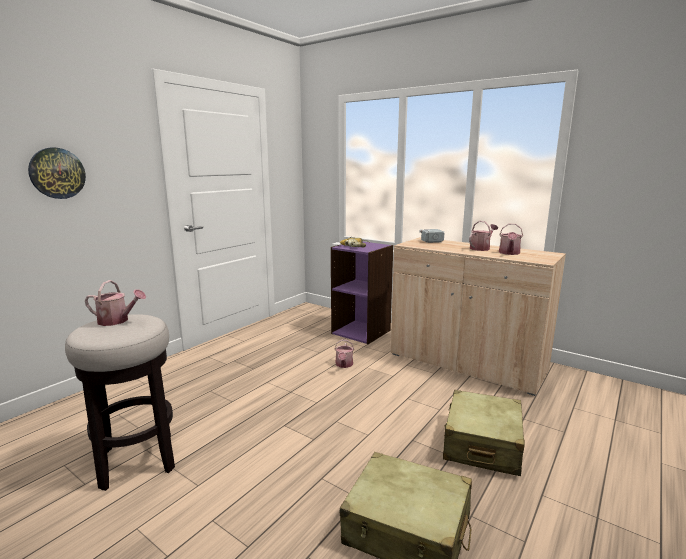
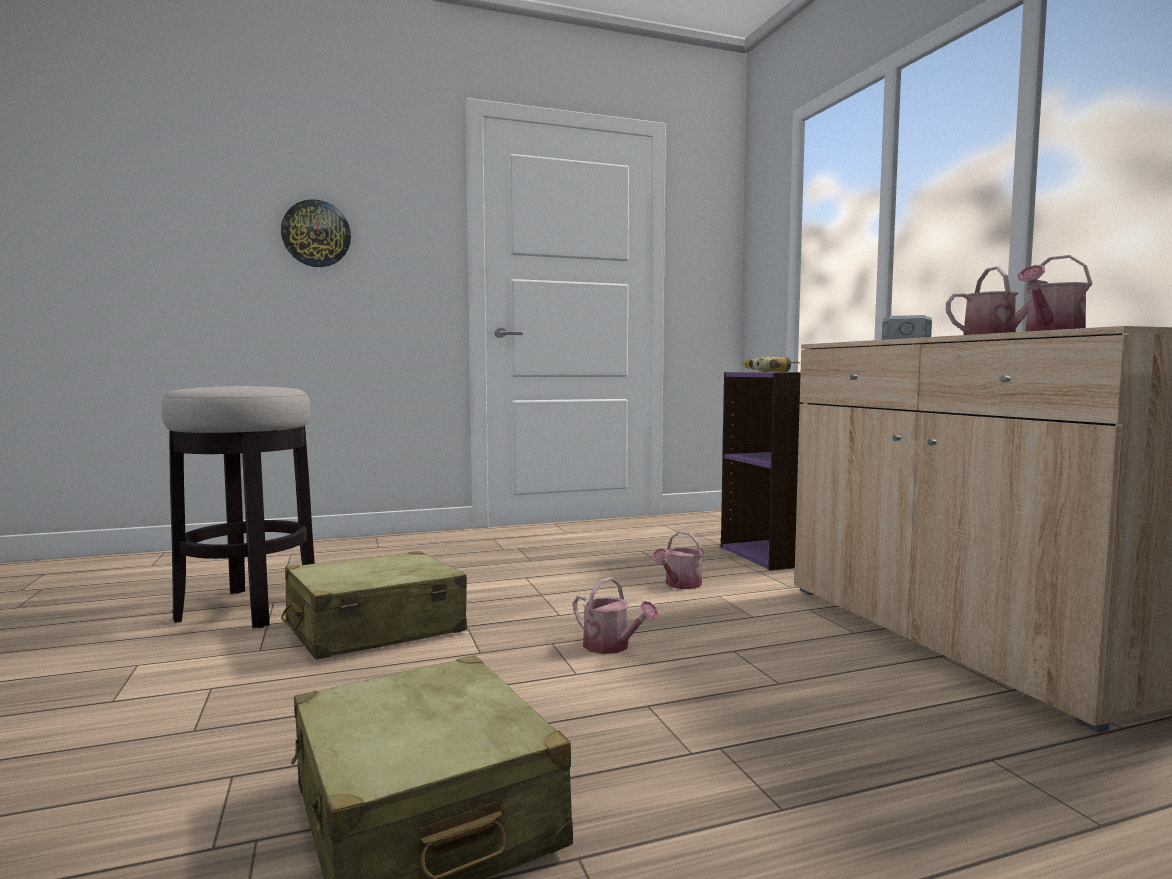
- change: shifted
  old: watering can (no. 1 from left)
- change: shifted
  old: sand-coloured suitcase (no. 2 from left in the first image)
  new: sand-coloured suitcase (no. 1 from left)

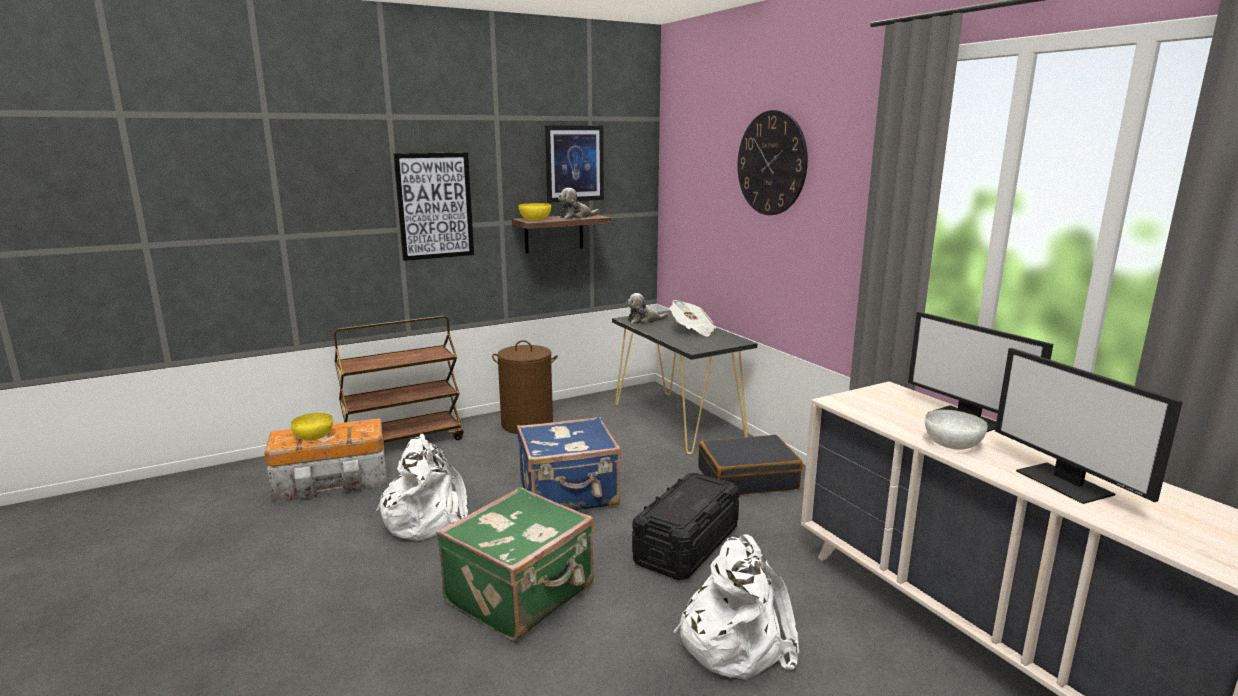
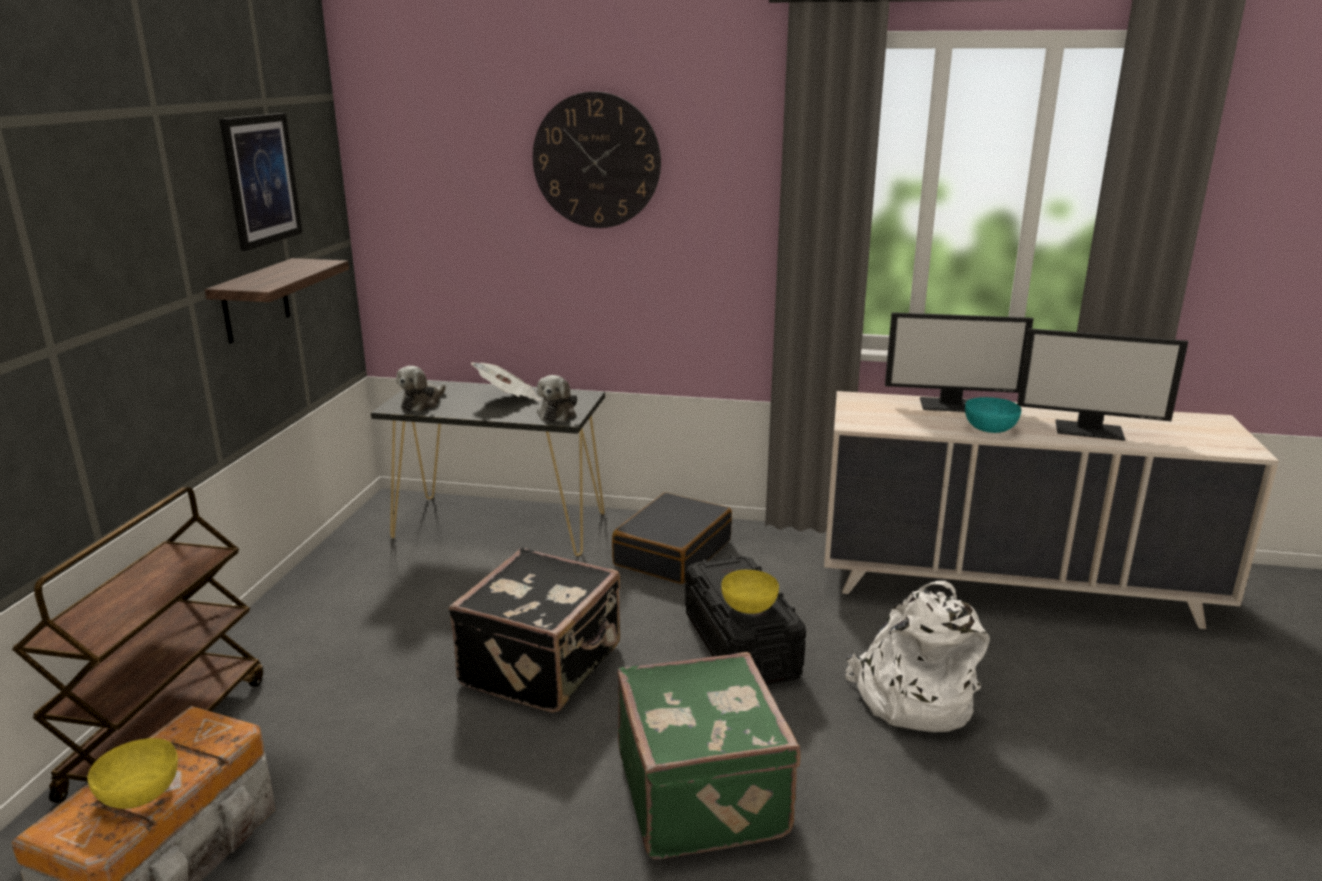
- change: gone
  old: picture (no. 1 from left)
- change: shifted
  old: soft toy (no. 1 from left in the first image)
  new: soft toy (no. 2 from left)
- change: shifted
  old: yellowish serving bowl (no. 2 from left)
- change: gone
  old: brownish laundry basket
- change: repainted
  old: white-coloured serving bowl
  new: blue-green serving bowl
- change: repainted
  old: bluish suitcase
  new: black-coloured suitcase (no. 1 from left)
- change: gone
  old: white-coloured knapsack (no. 1 from left)

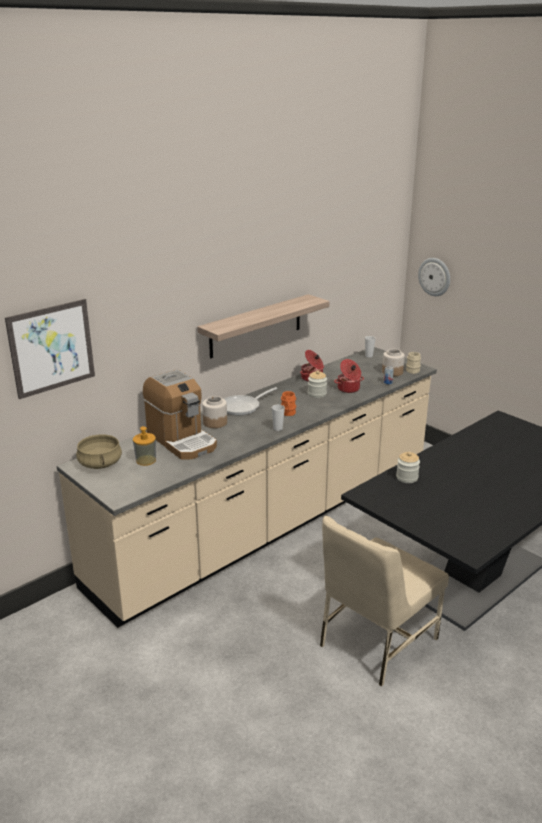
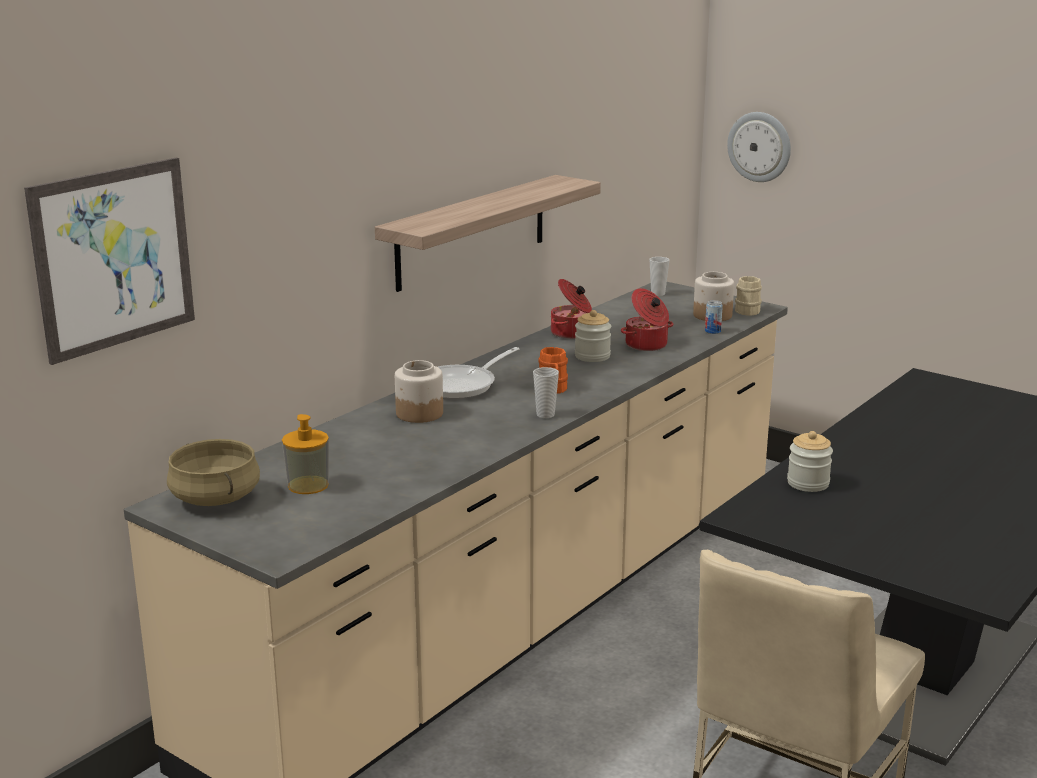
- change: gone
  old: coffee maker

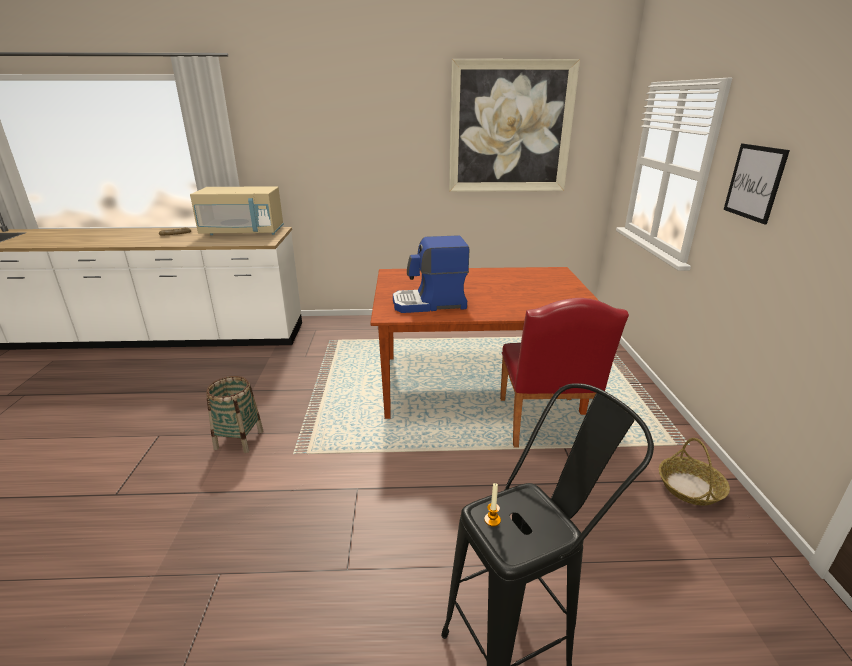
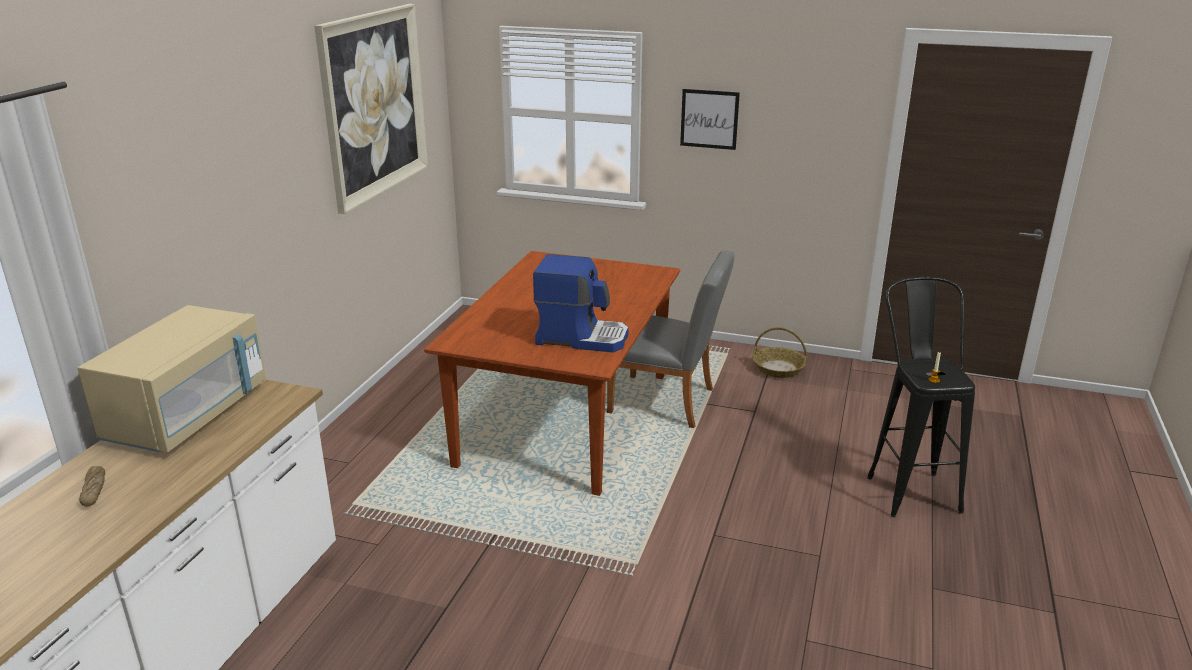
- change: rotated
  old: coffee maker
  degrees: -90
- change: repainted
  old: reddish upright chair
  new: grey upright chair
- change: gone
  old: household basket (no. 1 from left)

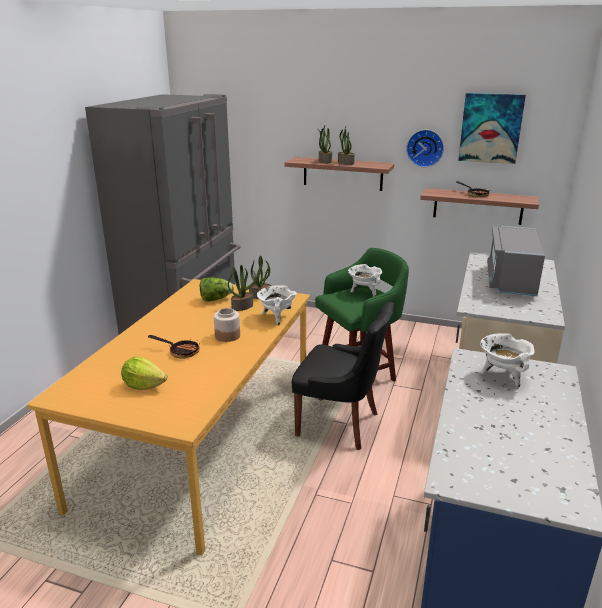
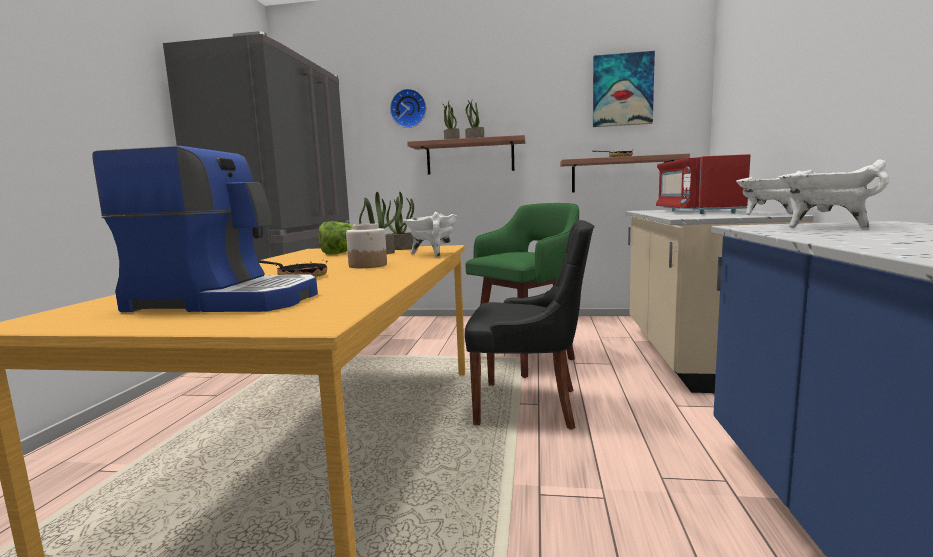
- change: shifted
  old: clock on the wall
- change: repainted
  old: grey microwave oven
  new: reddish microwave oven
- change: shifted
  old: white-coloured cooking pot (no. 2 from left)
- change: swapped
  old: lettuce (no. 1 from left)
  new: coffee maker

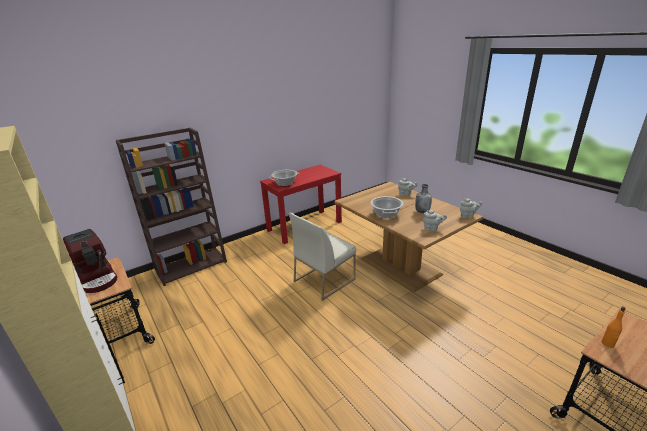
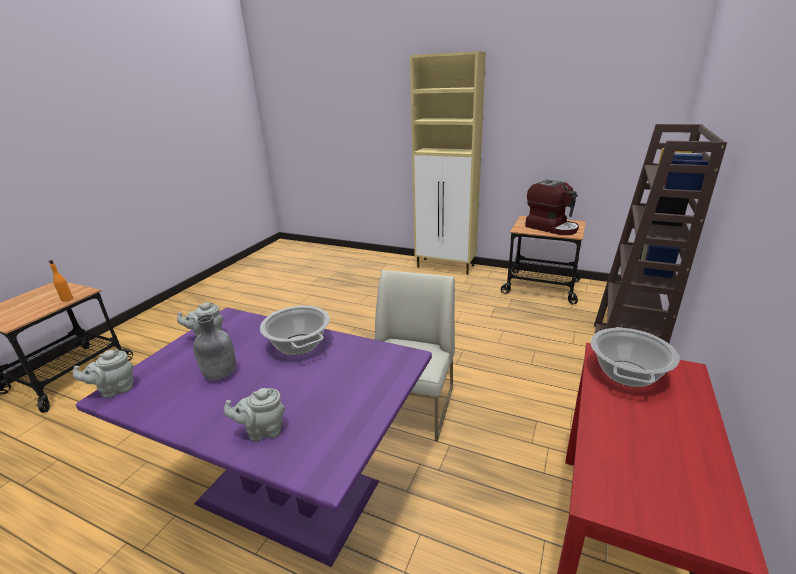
- change: repainted
  old: brownish dinner table
  new: purple dinner table
- change: rotated
  old: coffee maker
  degrees: -150

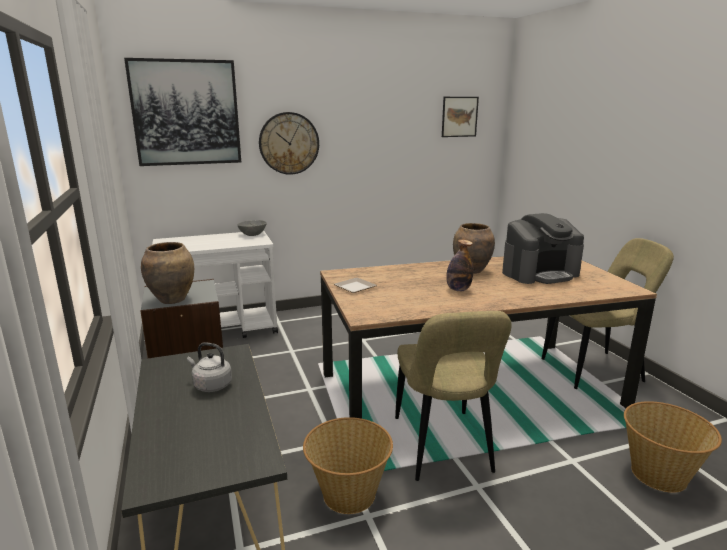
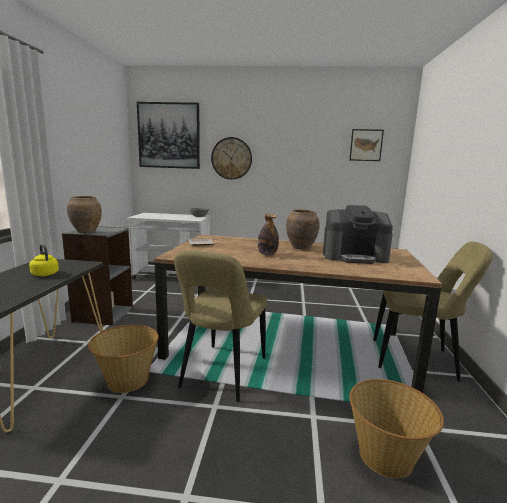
- change: repainted
  old: grey water kettle
  new: yellowish water kettle

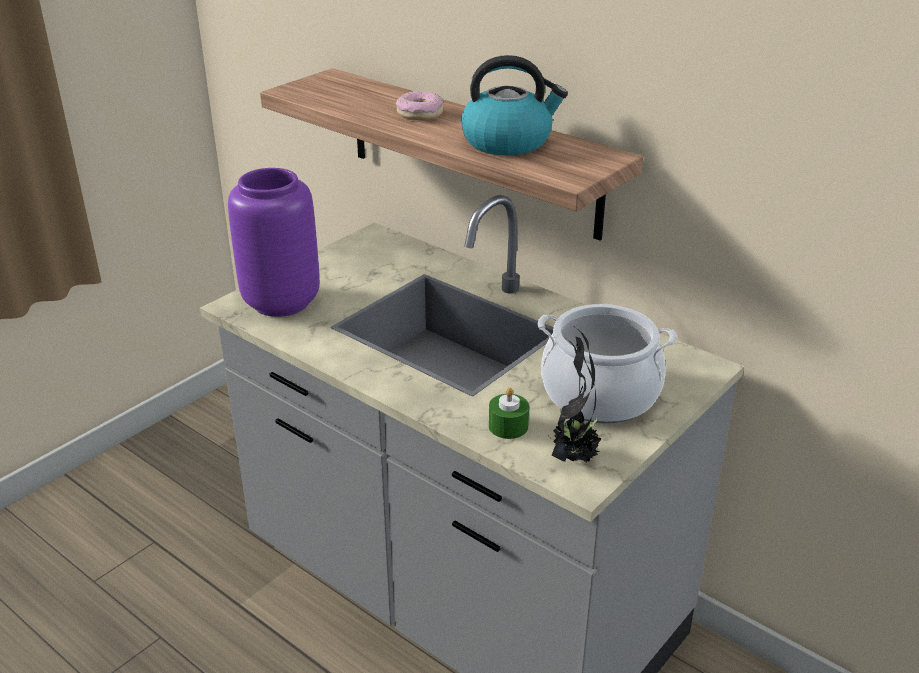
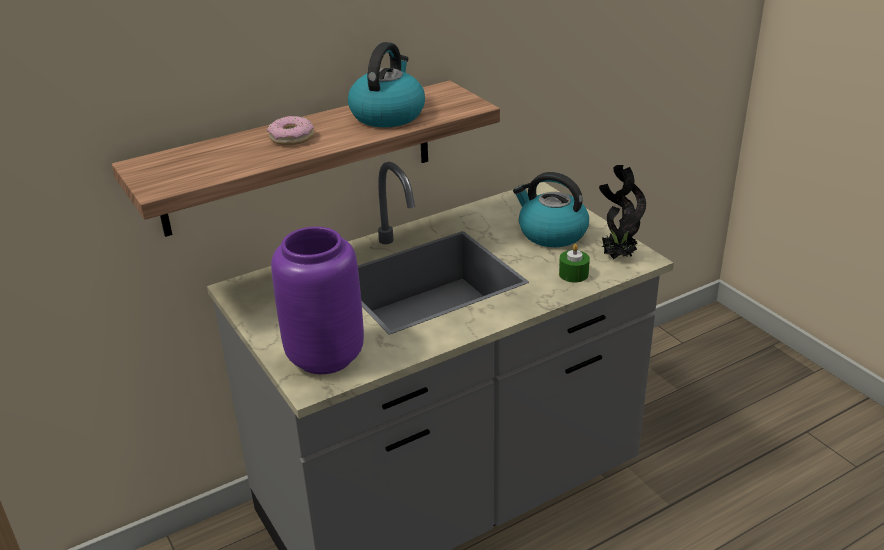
- change: swapped
  old: cooking pot
  new: water kettle (no. 2 from left)

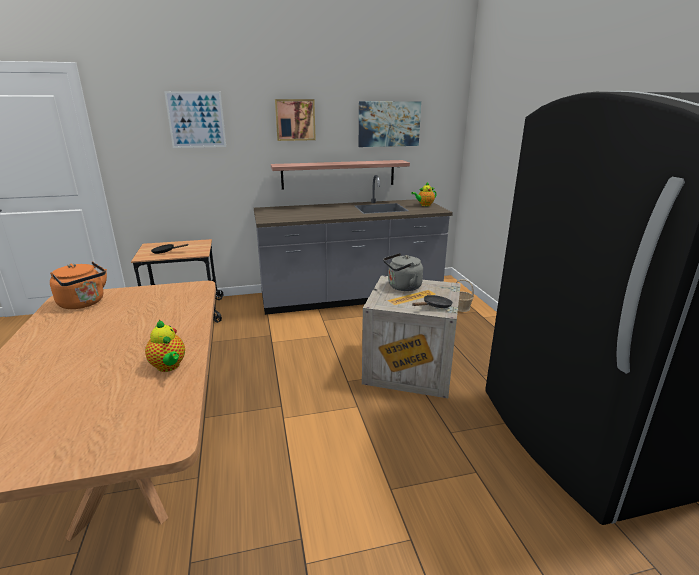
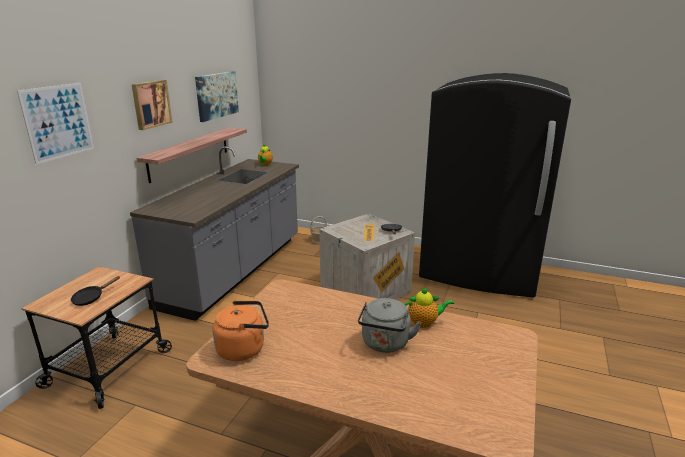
- change: shifted
  old: grey water kettle

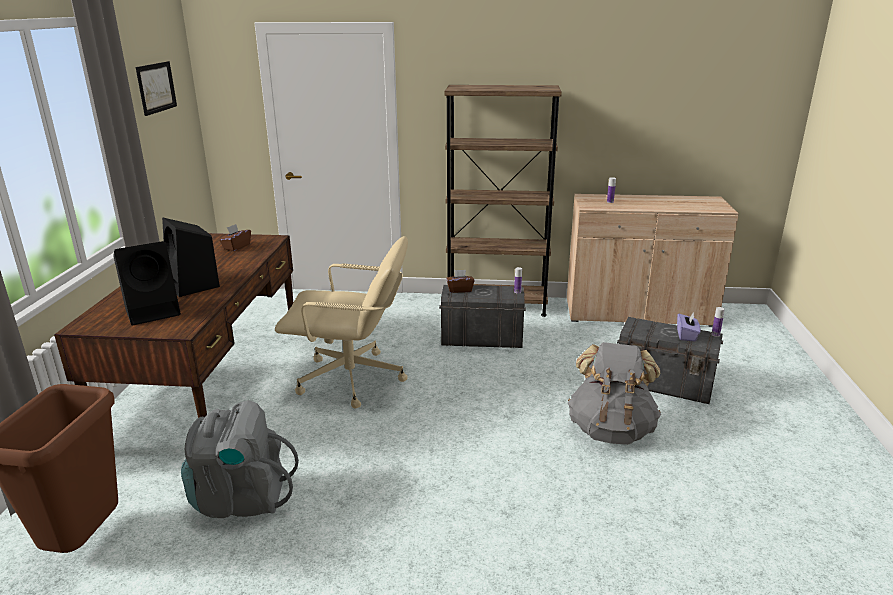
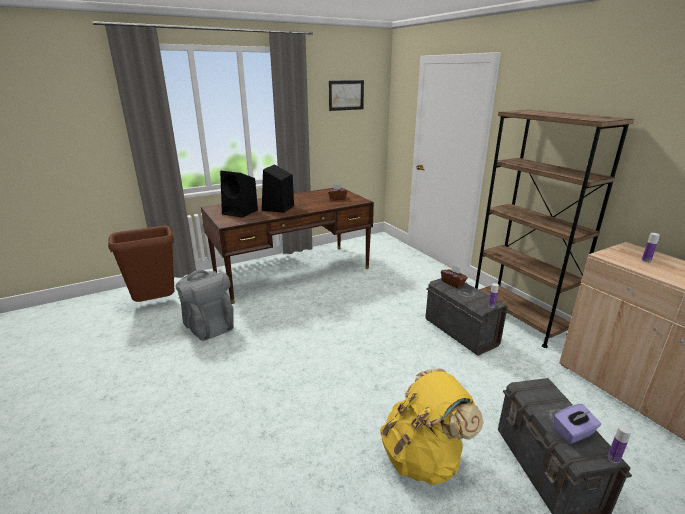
- change: gone
  old: sand-coloured desk chair
- change: repainted
  old: grey knapsack (no. 2 from left)
  new: yellowish knapsack

